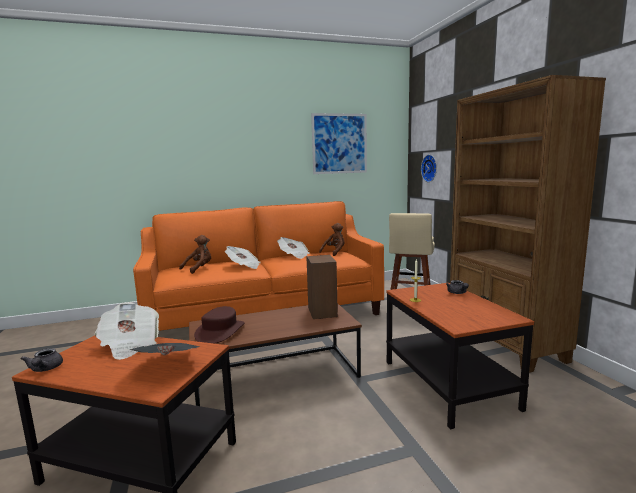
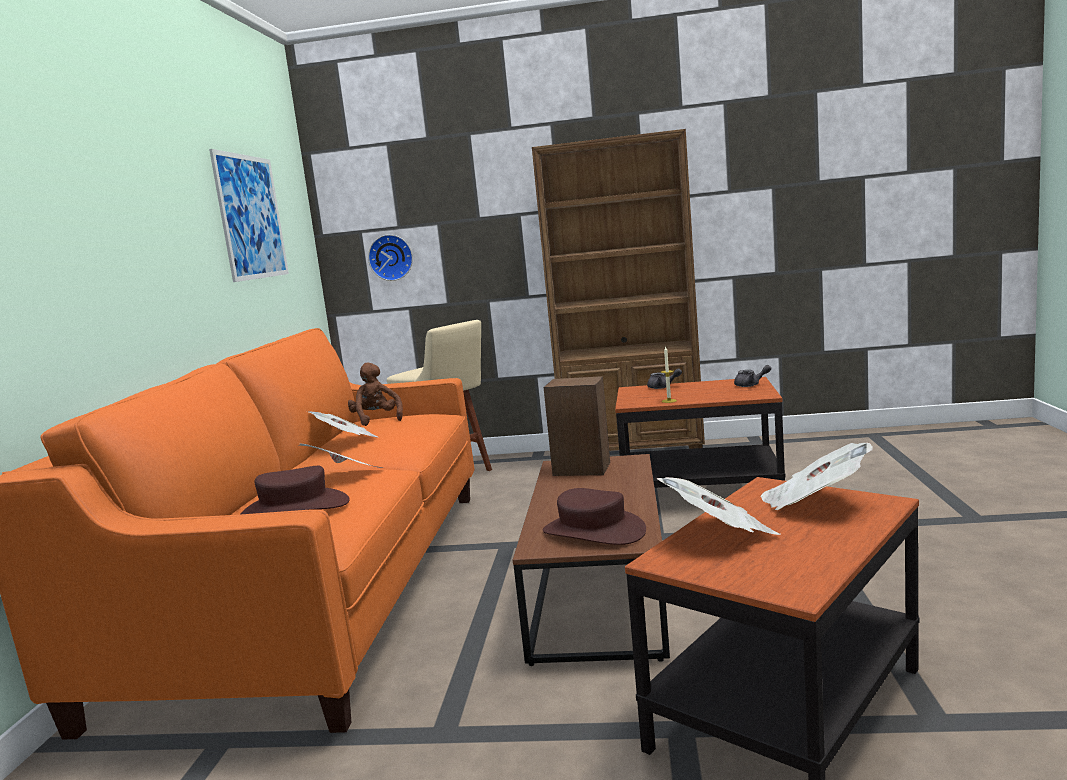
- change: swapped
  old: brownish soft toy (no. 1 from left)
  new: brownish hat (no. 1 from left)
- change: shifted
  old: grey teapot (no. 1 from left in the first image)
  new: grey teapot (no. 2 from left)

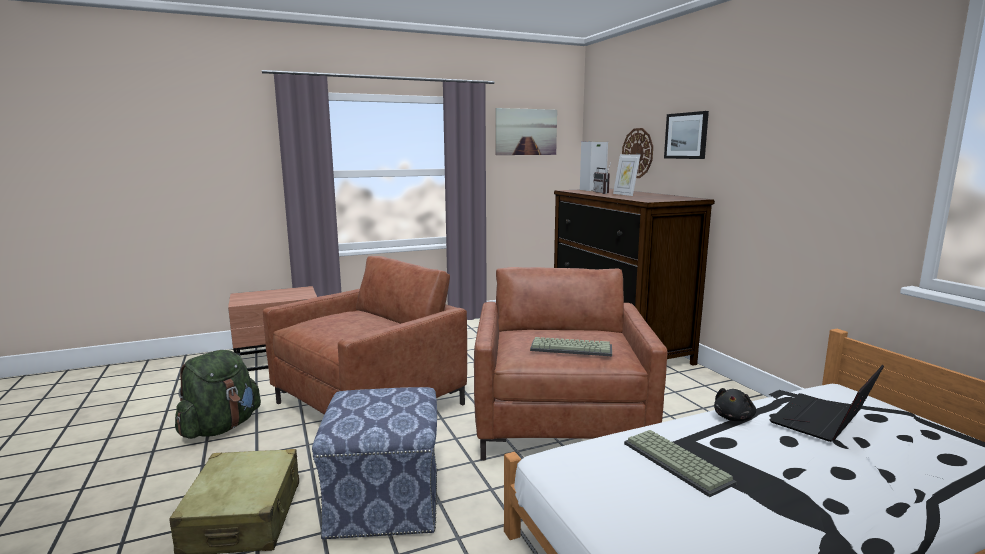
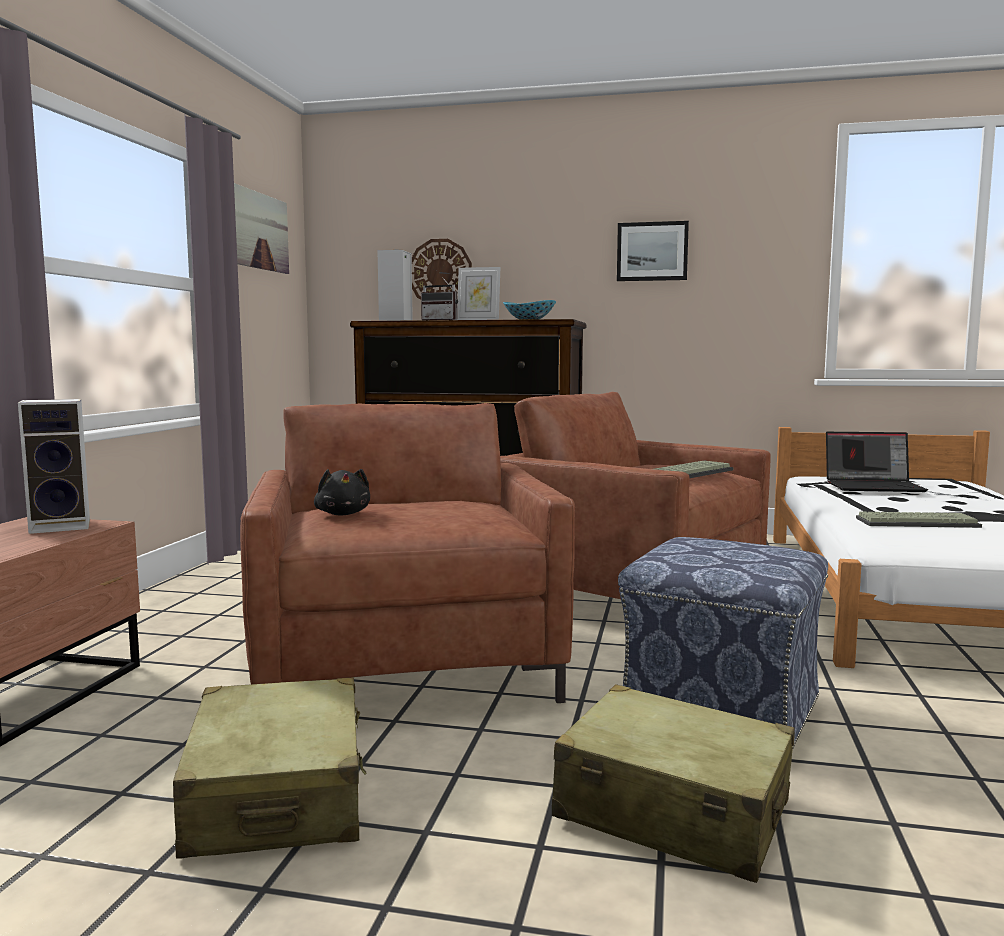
- change: shifted
  old: picture (no. 2 from left)
- change: swapped
  old: greenish knapsack
  new: sand-coloured suitcase (no. 1 from left)
- change: rotated
  old: laptop
  degrees: -75
- change: shifted
  old: black-coloured soft toy
- change: new
  new: serving bowl
- change: new
  new: speaker (no. 1 from left)

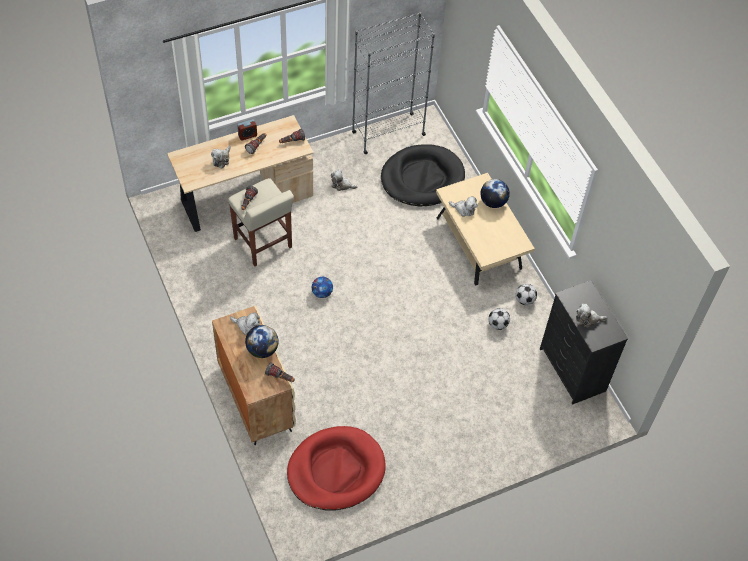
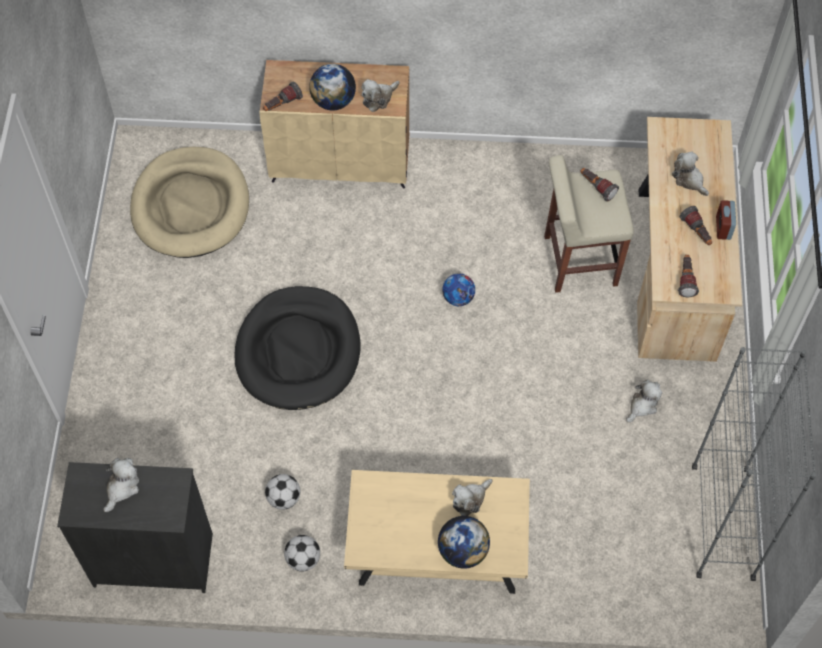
- change: shifted
  old: black-coloured pet bed
- change: repainted
  old: reddish pet bed
  new: sand-coloured pet bed

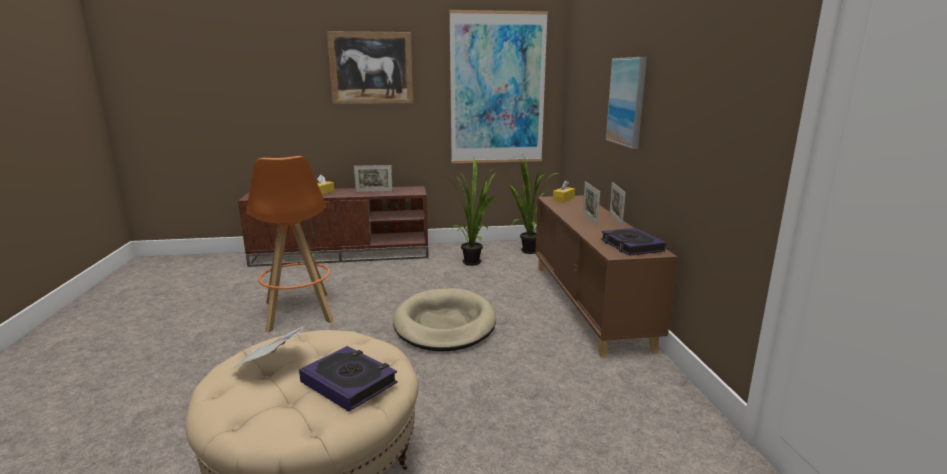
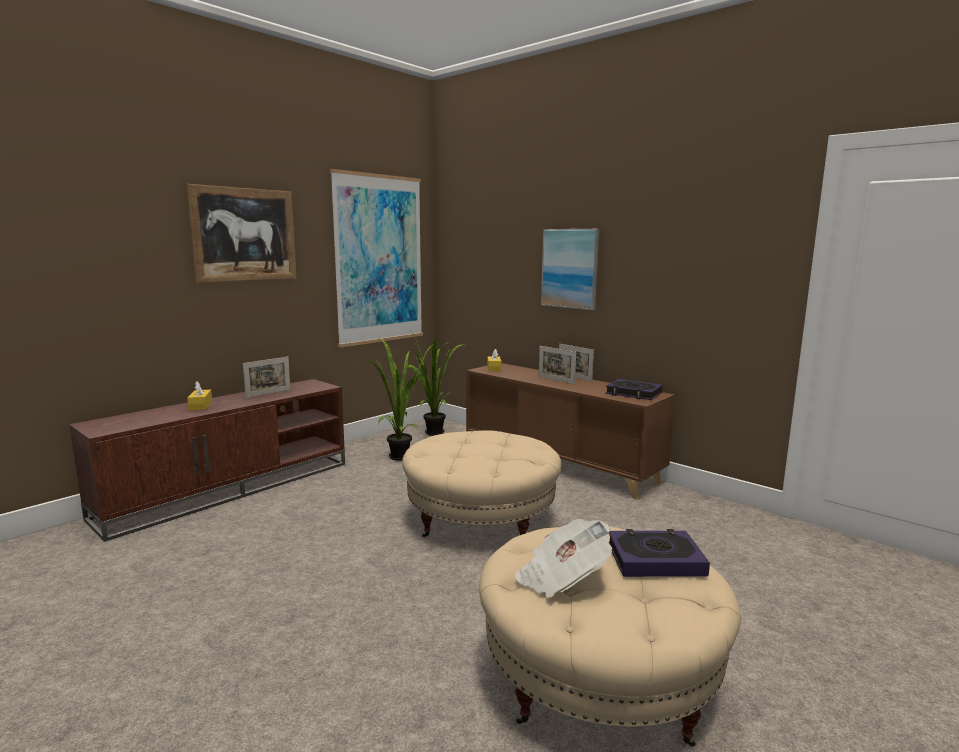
- change: gone
  old: orangey stool seat
- change: swapped
  old: sand-coloured pet bed
  new: sand-coloured ottoman (no. 1 from left)

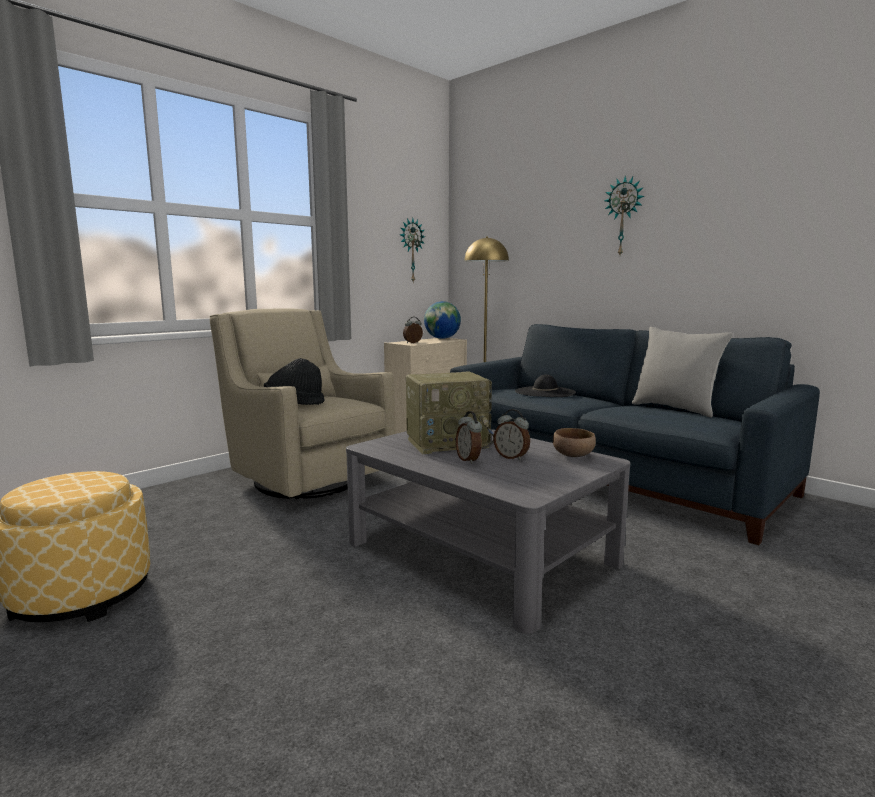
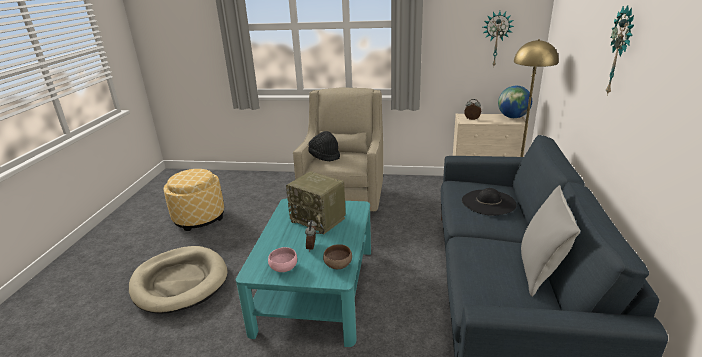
- change: gone
  old: bedside clock (no. 2 from left)
- change: repainted
  old: grey coffee table
  new: blue-green coffee table
- change: new
  new: sand-coloured pet bed
- change: new
  new: pink serving bowl

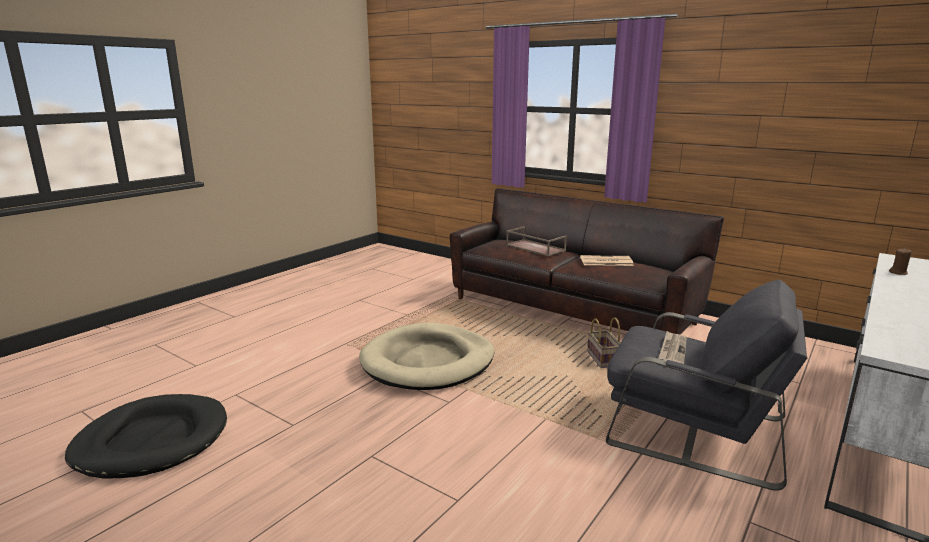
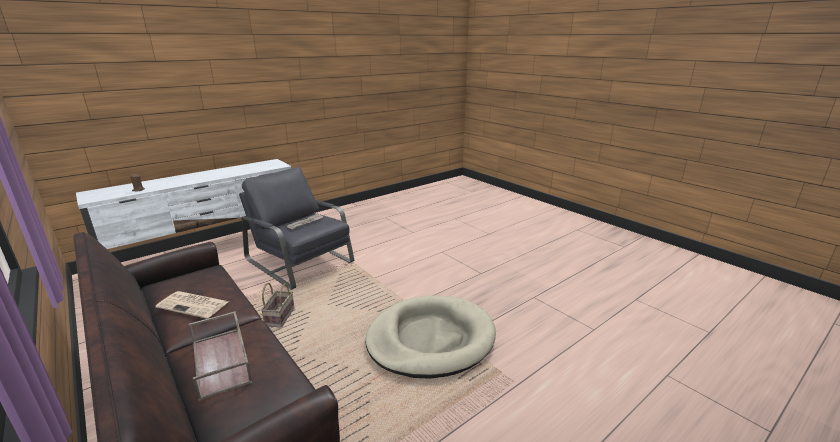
- change: gone
  old: black-coloured pet bed

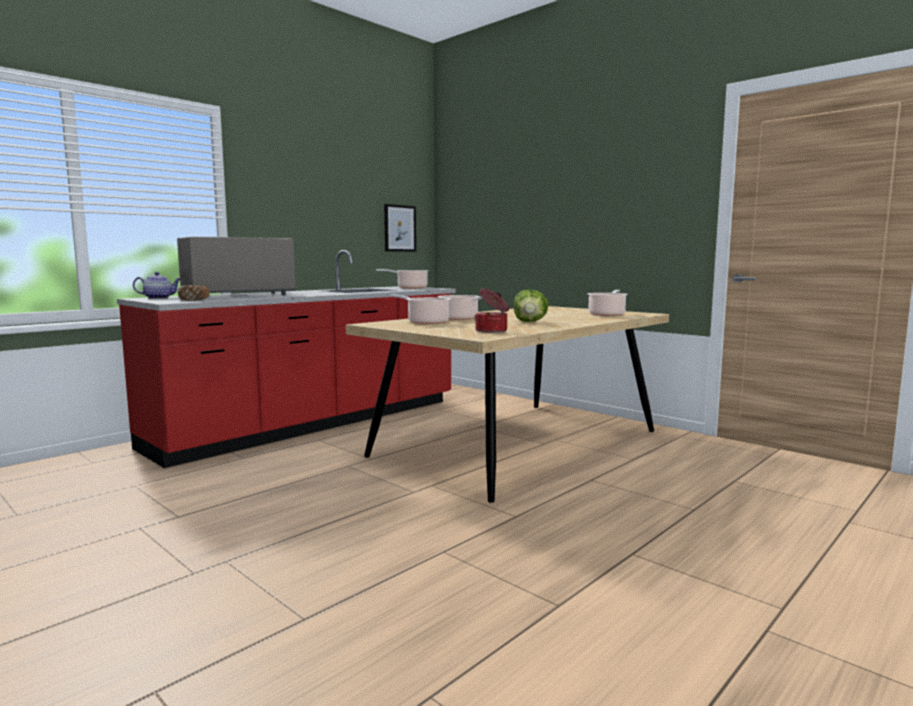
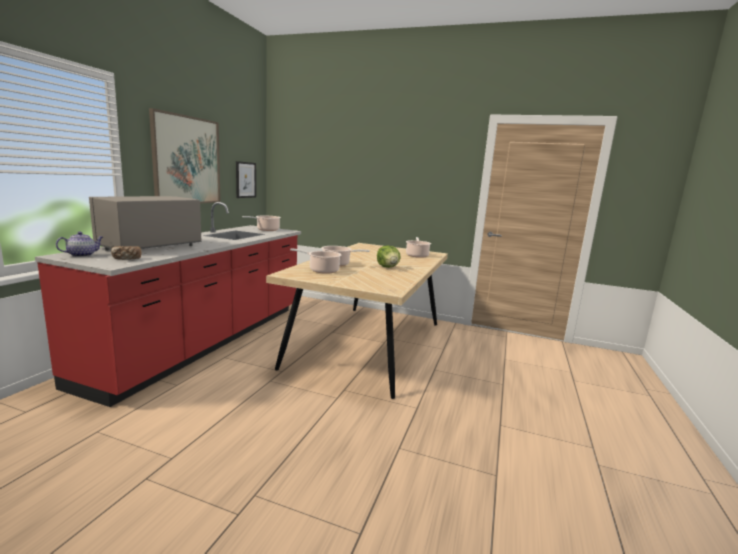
- change: gone
  old: cooking pot (no. 4 from left)
- change: new
  new: picture (no. 1 from left)

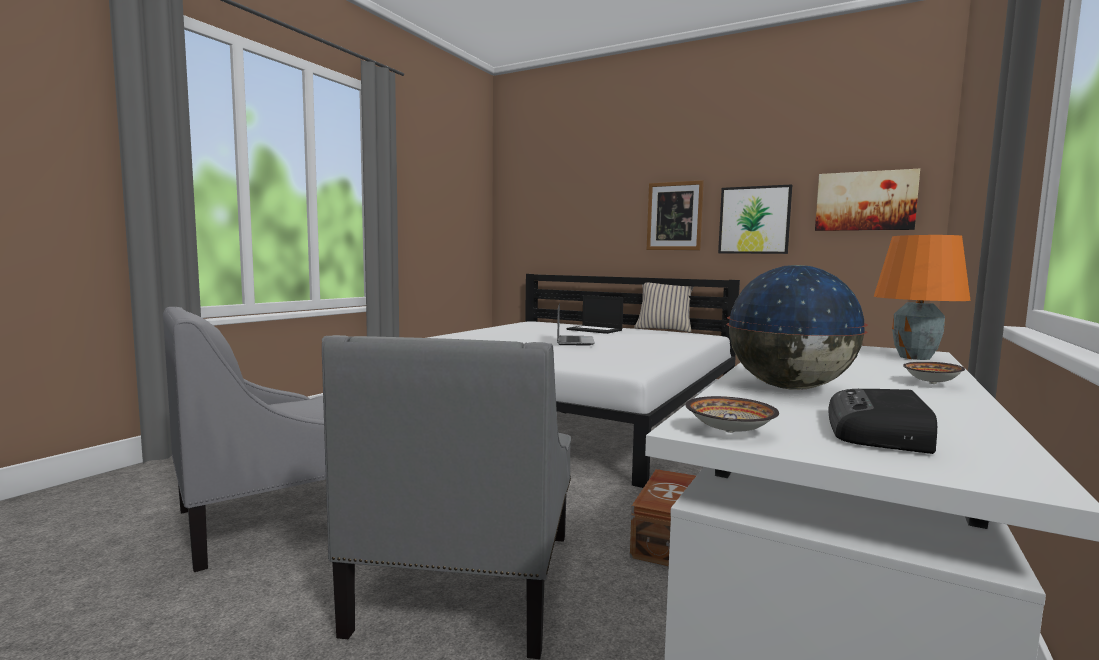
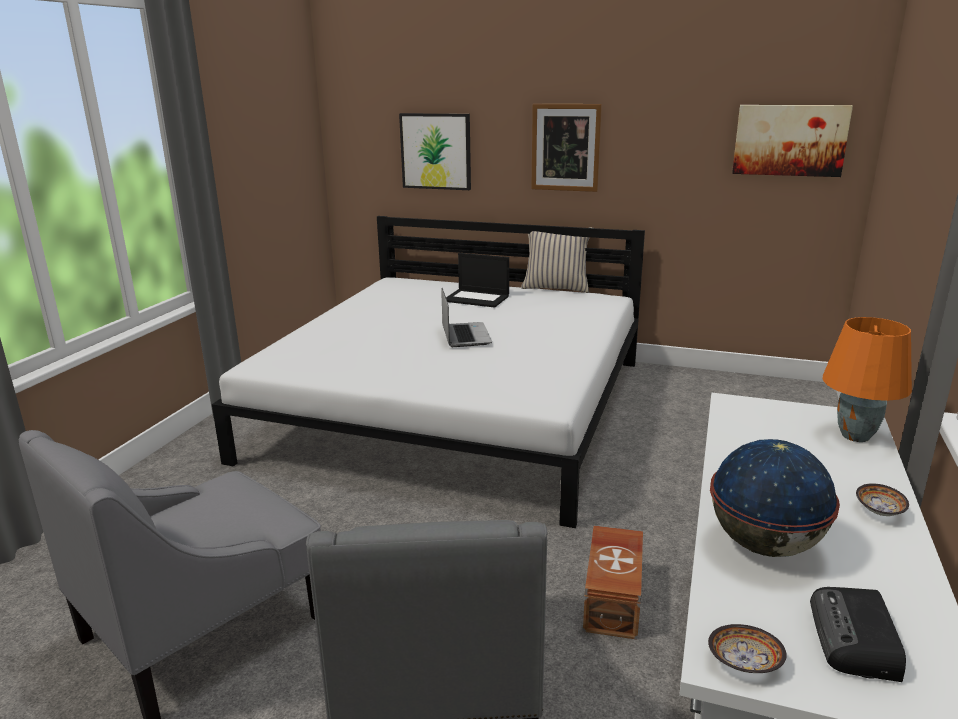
- change: shifted
  old: picture (no. 2 from left in the first image)
  new: picture (no. 1 from left)

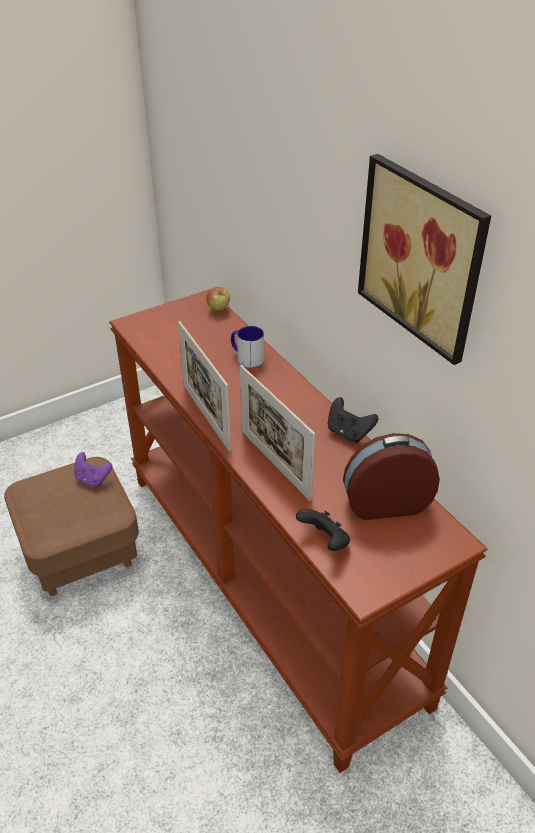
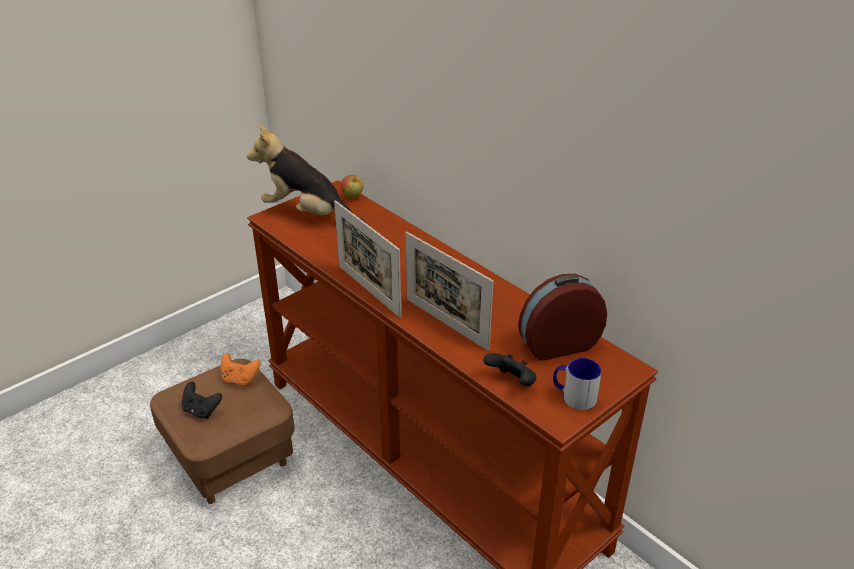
- change: gone
  old: picture
- change: shifted
  old: coffee mug
- change: shifted
  old: black-coloured gamepad (no. 2 from left in the first image)
  new: black-coloured gamepad (no. 1 from left)
- change: repainted
  old: purple gamepad
  new: orangey gamepad
- change: new
  new: soft toy

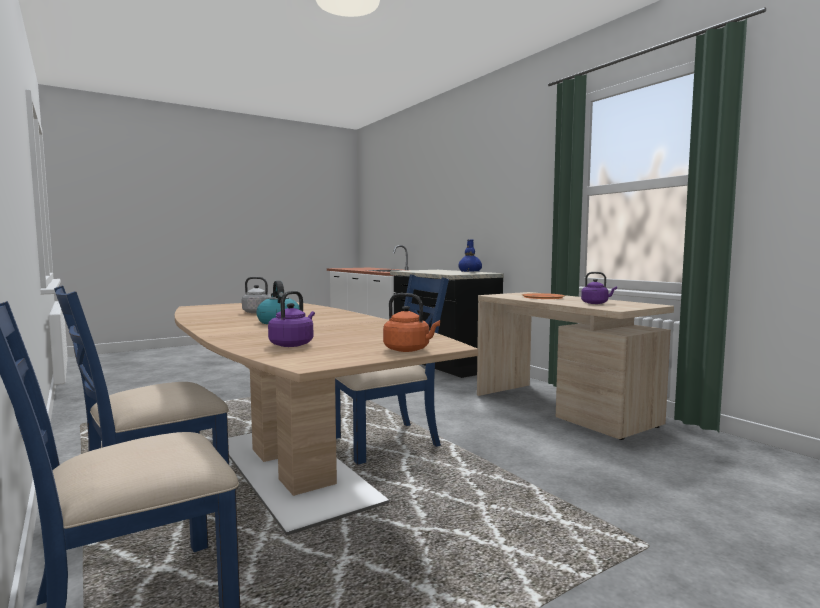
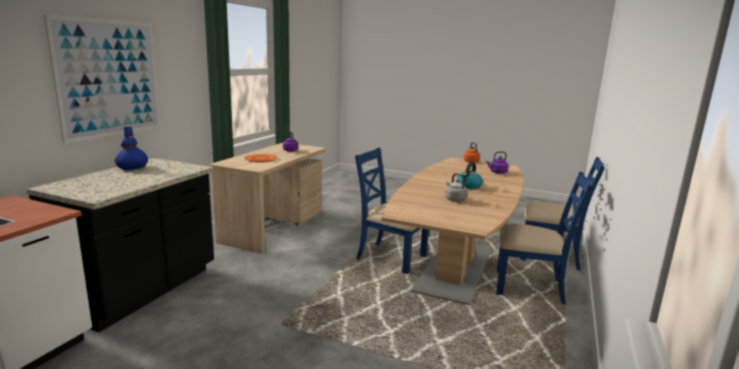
- change: new
  new: picture

